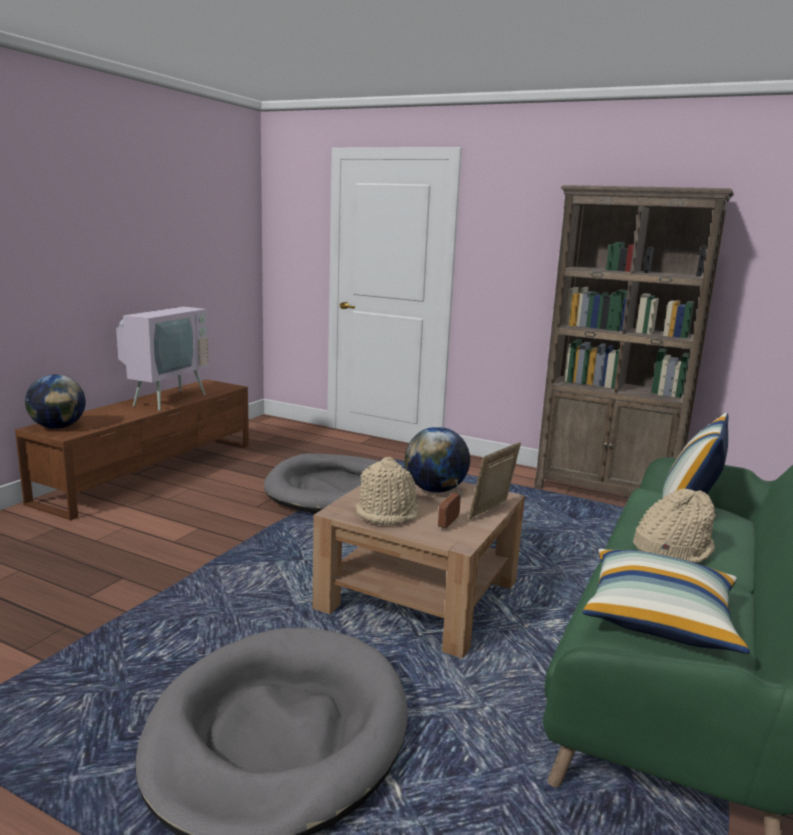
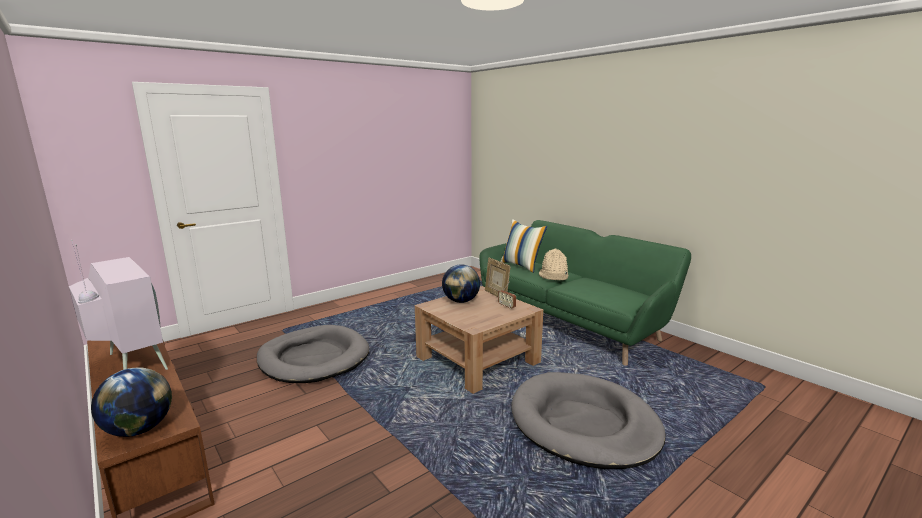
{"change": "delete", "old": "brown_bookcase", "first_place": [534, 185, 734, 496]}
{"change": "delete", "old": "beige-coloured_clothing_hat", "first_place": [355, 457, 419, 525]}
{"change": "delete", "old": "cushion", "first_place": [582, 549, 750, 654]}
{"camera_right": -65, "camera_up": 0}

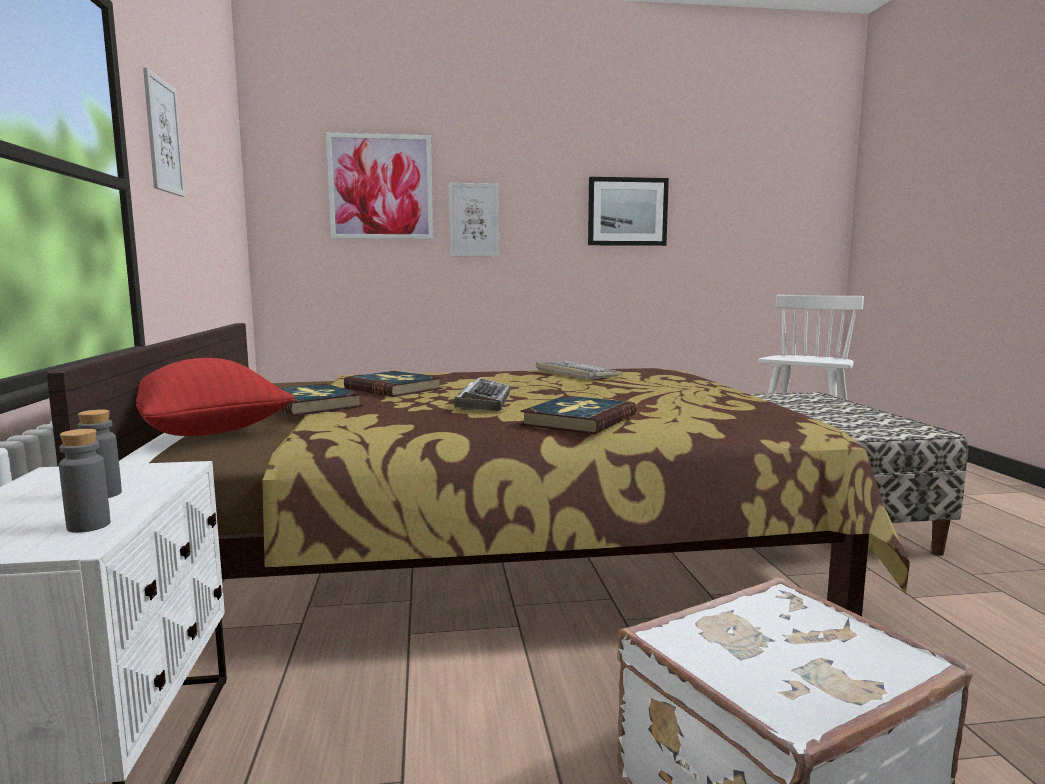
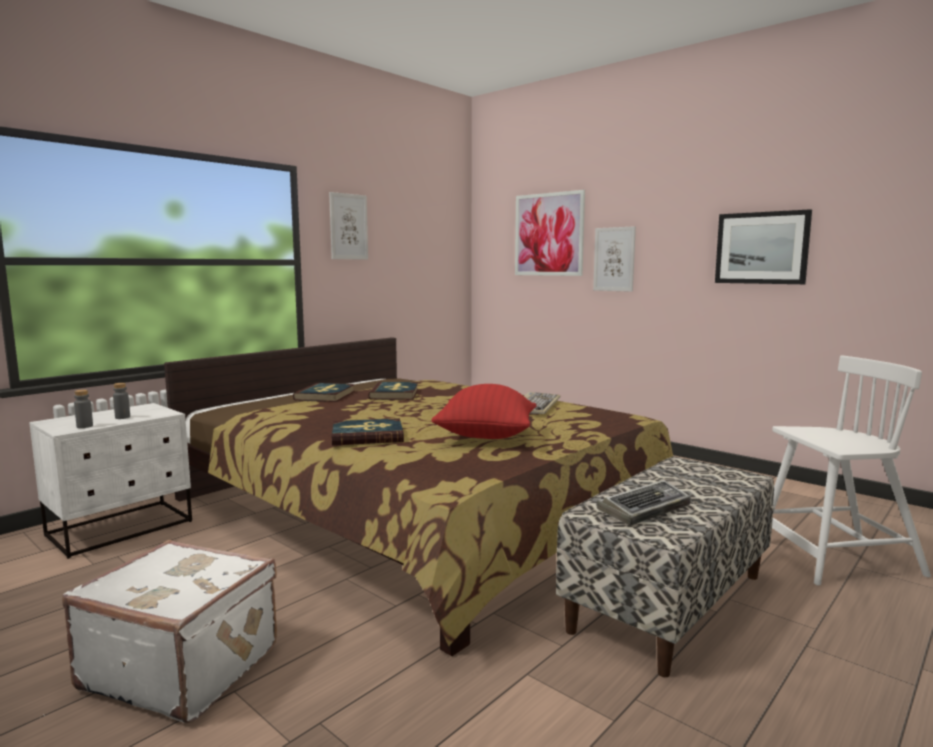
{"change": "move", "old": "red_cushion", "first_place": [136, 358, 295, 436], "second_place": [431, 384, 537, 439]}
{"change": "move", "old": "PC_keyboard", "first_place": [454, 378, 511, 411], "second_place": [596, 480, 691, 526]}
{"camera_right": 50, "camera_up": 0}

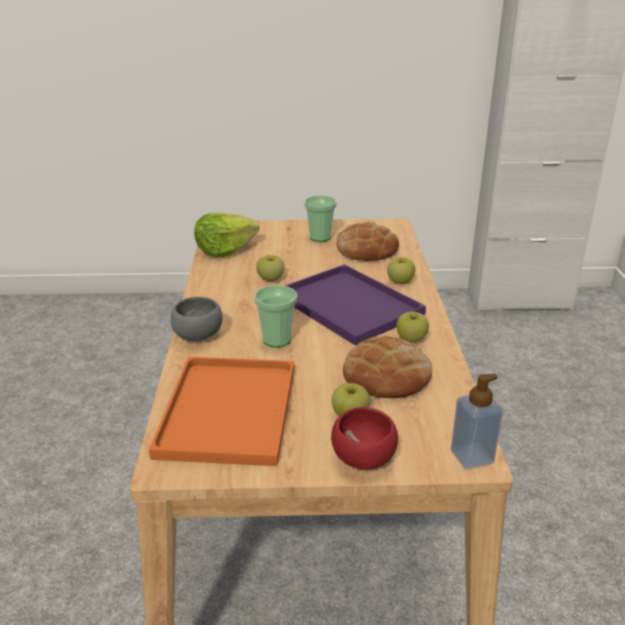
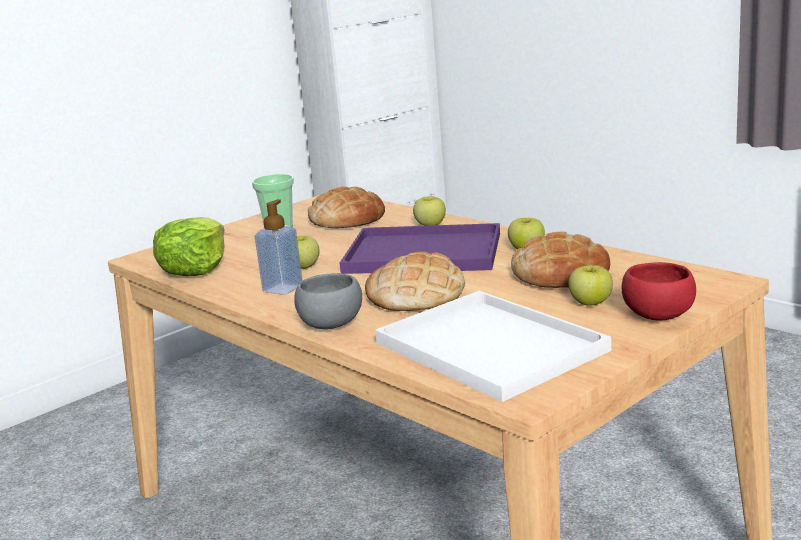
{"change": "replace", "old": "drinking_cup", "new": "bakery_bread", "first_place": [254, 285, 297, 348], "second_place": [365, 251, 465, 311]}
{"change": "recolor", "old": "orangey_tray", "new": "whitish_tray", "first_place": [149, 357, 294, 466], "second_place": [375, 291, 611, 402]}
{"change": "move", "old": "liquid_soap_bottle", "first_place": [451, 374, 503, 469], "second_place": [255, 199, 303, 295]}
{"camera_right": -40, "camera_up": -10}

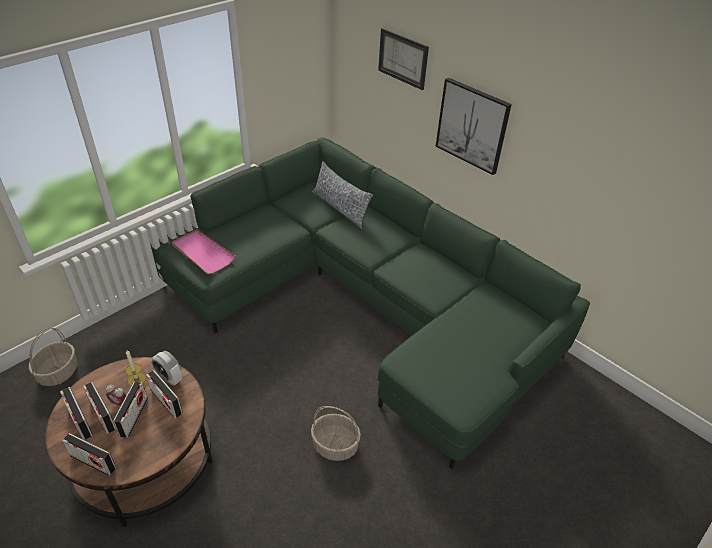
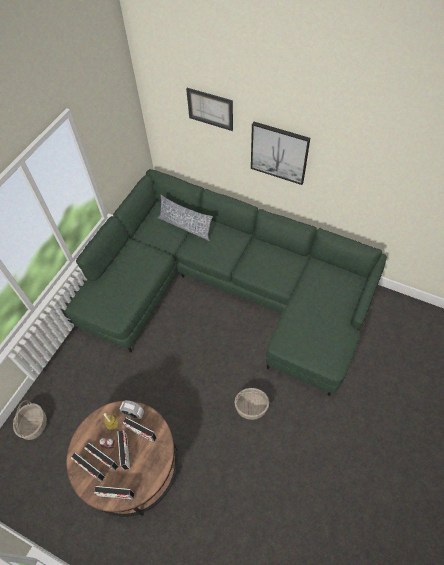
{"change": "delete", "old": "pink-coloured_tray", "first_place": [172, 229, 236, 274]}
{"camera_right": -15, "camera_up": 15}

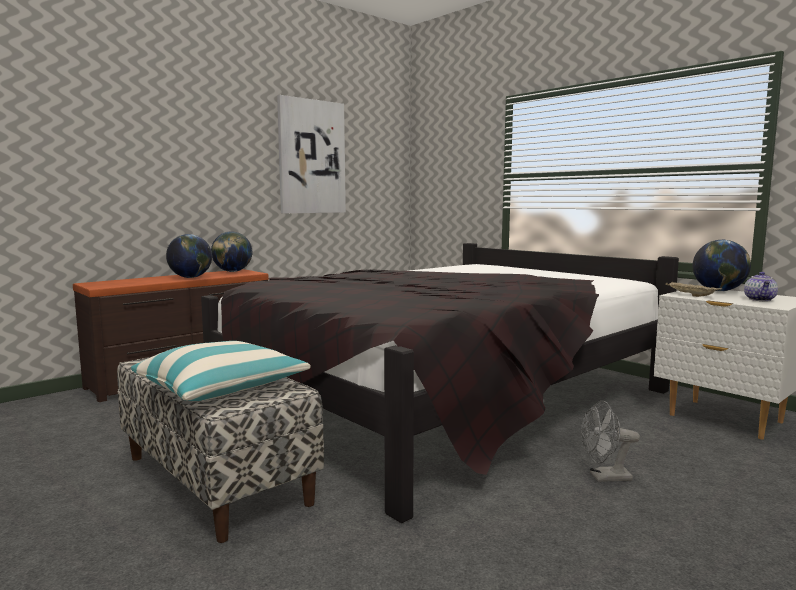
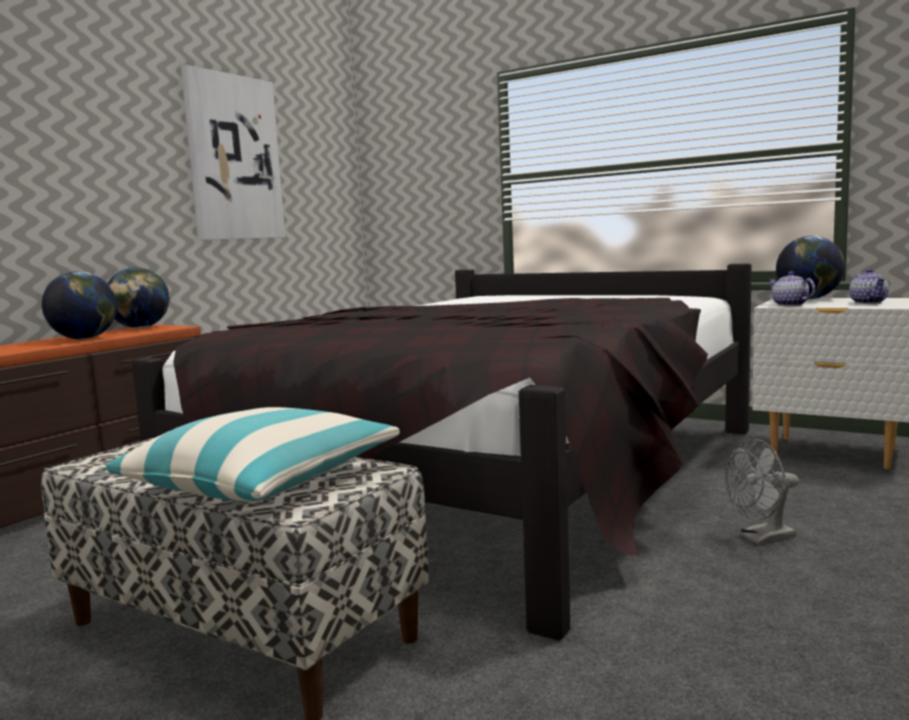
{"change": "replace", "old": "beige-coloured_tray", "new": "tea_pot", "first_place": [665, 282, 722, 297], "second_place": [768, 271, 815, 306]}
{"camera_right": -15, "camera_up": 0}

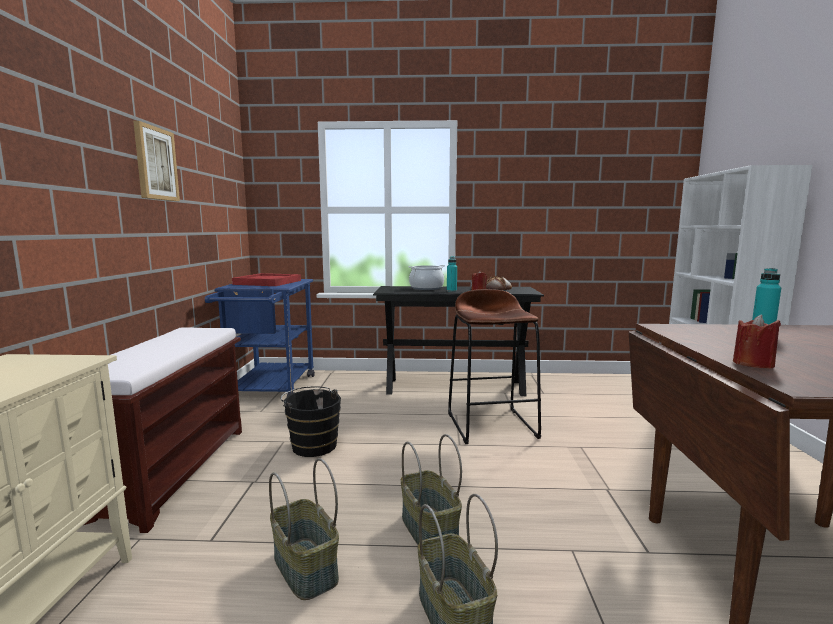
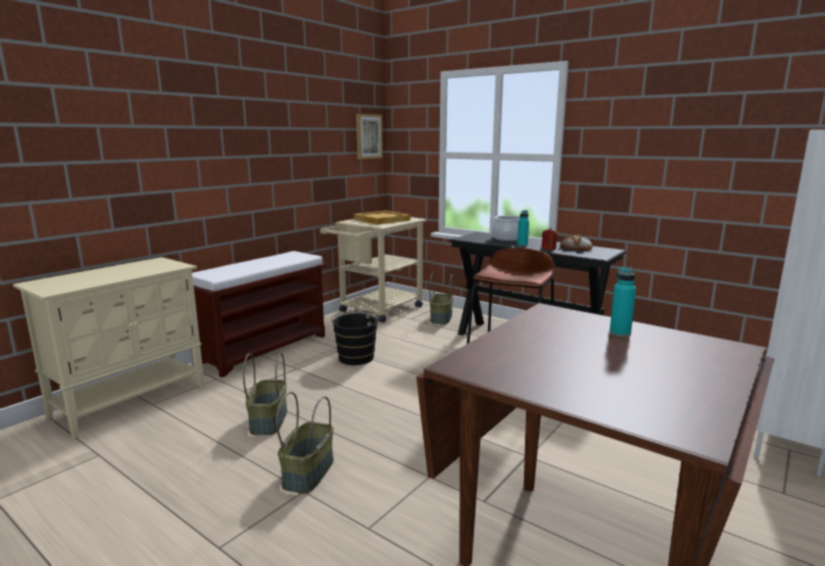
{"change": "move", "old": "wall_picture", "first_place": [133, 121, 180, 201], "second_place": [356, 114, 383, 159]}
{"change": "recolor", "old": "red_tray", "new": "beige-coloured_tray", "first_place": [232, 273, 301, 286], "second_place": [354, 211, 410, 225]}
{"change": "recolor", "old": "blue_wheeled_cart", "new": "beige-coloured_wheeled_cart", "first_place": [205, 279, 315, 396], "second_place": [320, 217, 426, 323]}
{"change": "delete", "old": "red_candle", "first_place": [733, 314, 781, 369]}
{"change": "move", "old": "basket", "first_place": [401, 434, 462, 545], "second_place": [429, 273, 453, 324]}
{"camera_right": 35, "camera_up": 5}

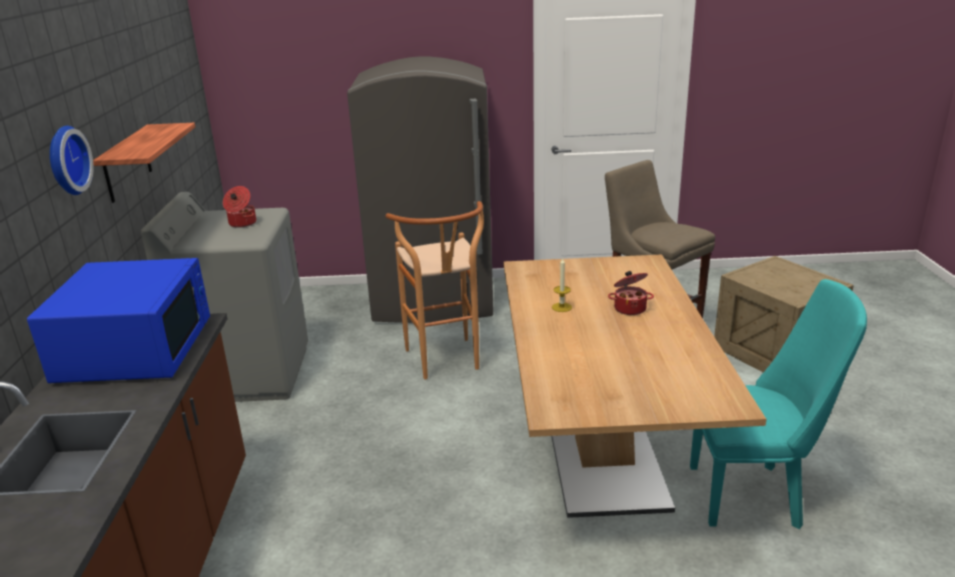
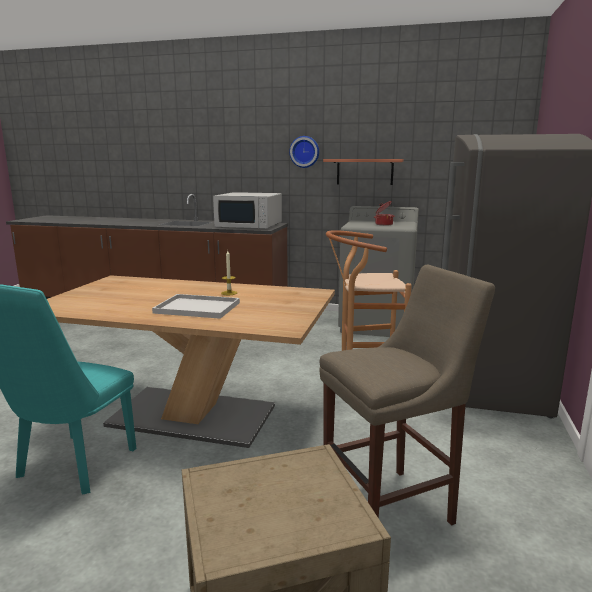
{"change": "recolor", "old": "blue_microwave", "new": "whitish_microwave", "first_place": [27, 258, 210, 383], "second_place": [213, 192, 282, 229]}
{"change": "replace", "old": "stockpot", "new": "whitish_tray", "first_place": [608, 271, 654, 315], "second_place": [152, 294, 240, 319]}
{"camera_right": 105, "camera_up": -10}

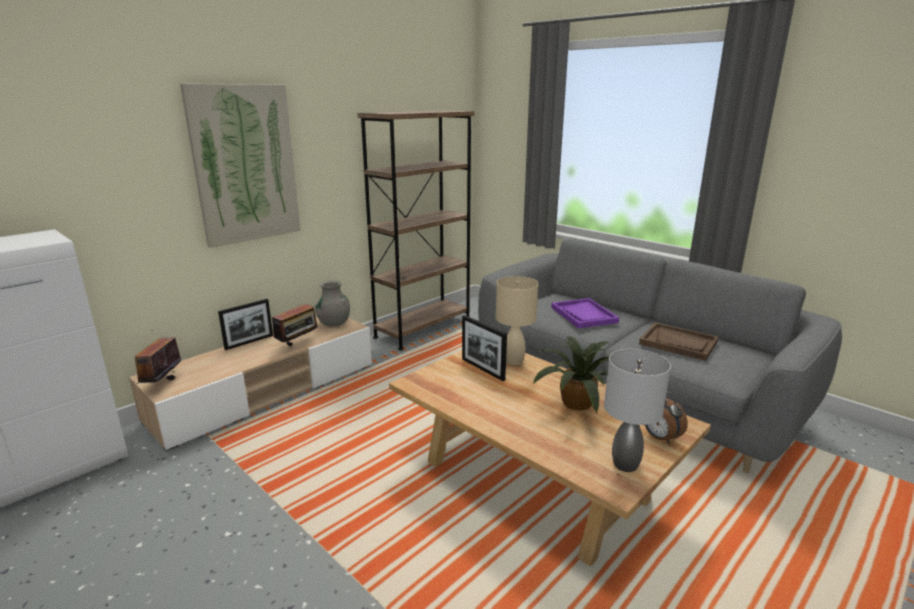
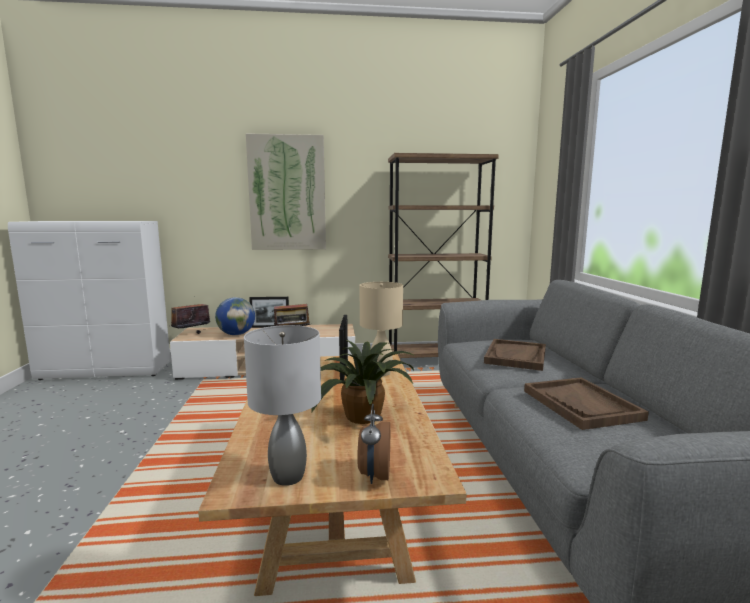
{"change": "delete", "old": "greyish_flower_vase", "first_place": [315, 280, 350, 327]}
{"change": "recolor", "old": "purplish_tray", "new": "brown_tray", "first_place": [551, 298, 619, 328], "second_place": [484, 339, 546, 371]}
{"change": "insert", "new": "desk_globe", "second_place": [215, 297, 255, 335]}
{"camera_right": 40, "camera_up": -10}

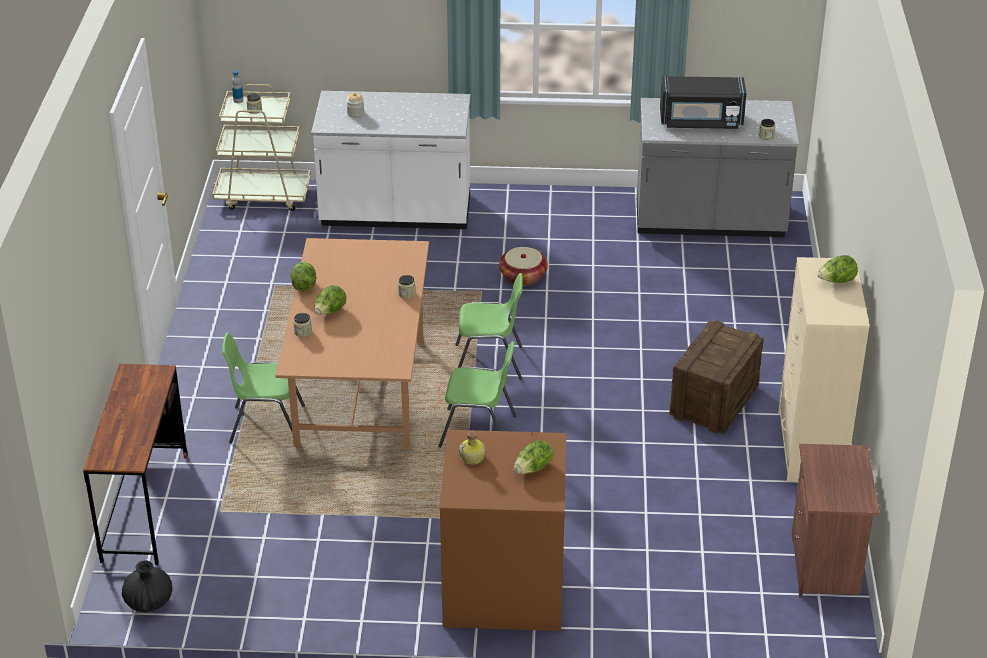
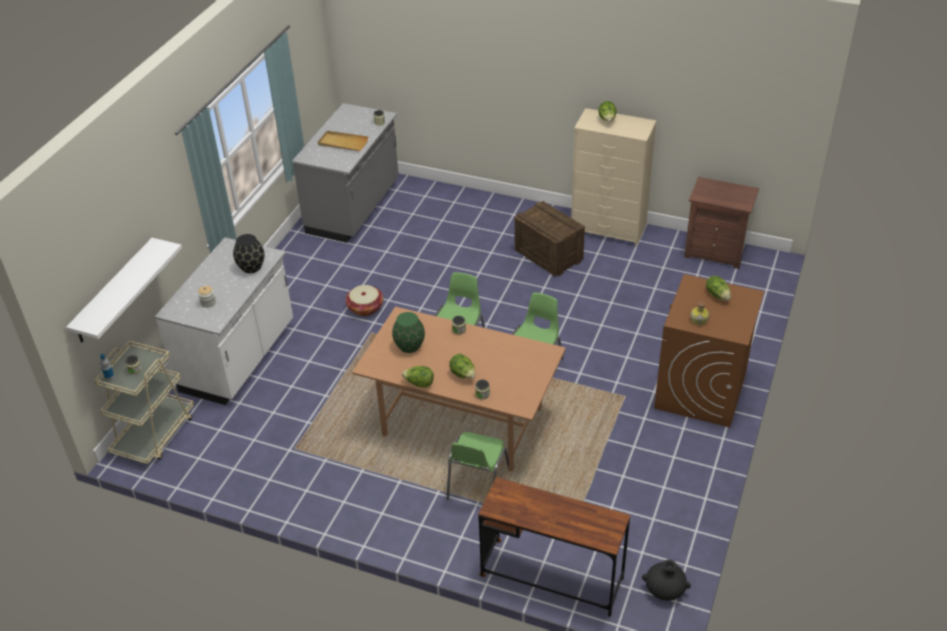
{"change": "replace", "old": "black-coloured_microwave", "new": "beige-coloured_tray", "first_place": [660, 76, 746, 129], "second_place": [318, 131, 368, 151]}
{"change": "insert", "new": "black-coloured_flower_vase", "second_place": [233, 234, 265, 273]}
{"change": "insert", "new": "whitish_wall_shelf", "second_place": [66, 238, 182, 343]}
{"change": "insert", "new": "green-coloured_flower_vase", "second_place": [392, 312, 425, 353]}
{"camera_right": -70, "camera_up": 5}

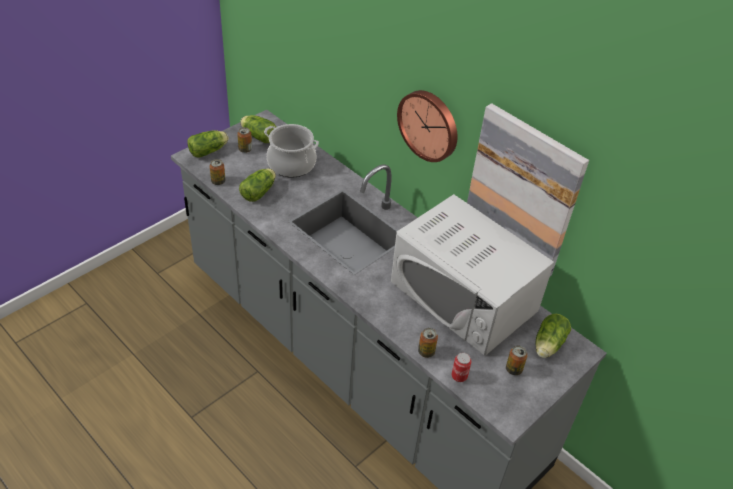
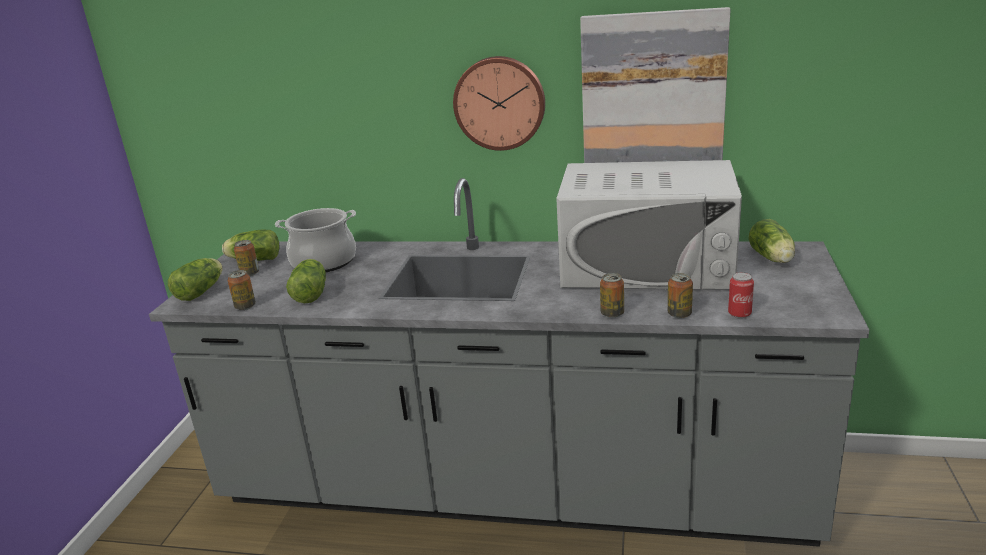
{"change": "move", "old": "sealed_can", "first_place": [506, 345, 528, 375], "second_place": [600, 273, 624, 318]}
{"camera_right": -30, "camera_up": -20}

